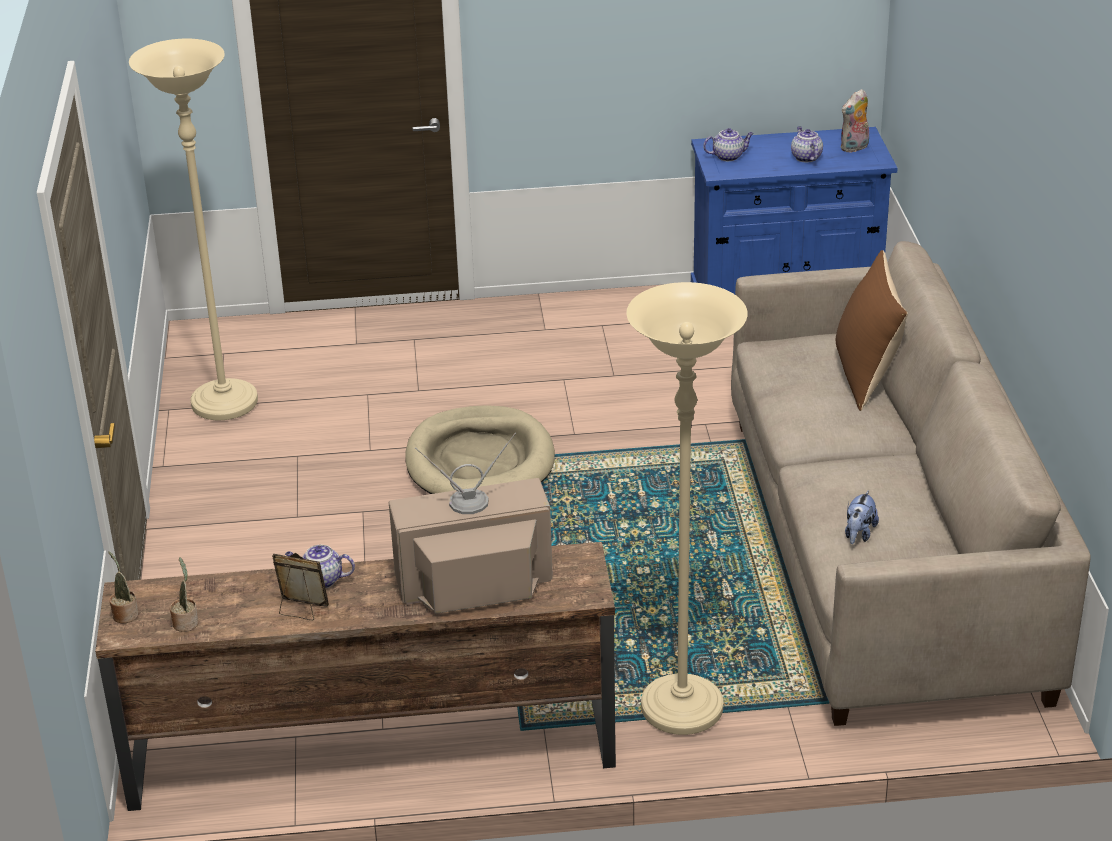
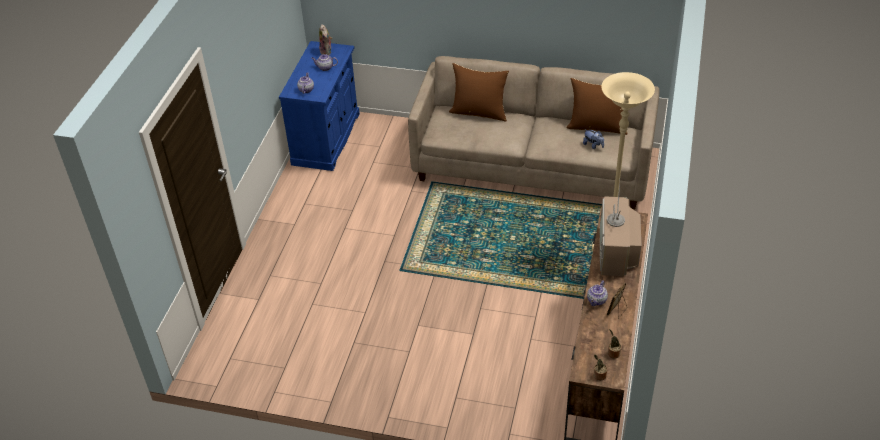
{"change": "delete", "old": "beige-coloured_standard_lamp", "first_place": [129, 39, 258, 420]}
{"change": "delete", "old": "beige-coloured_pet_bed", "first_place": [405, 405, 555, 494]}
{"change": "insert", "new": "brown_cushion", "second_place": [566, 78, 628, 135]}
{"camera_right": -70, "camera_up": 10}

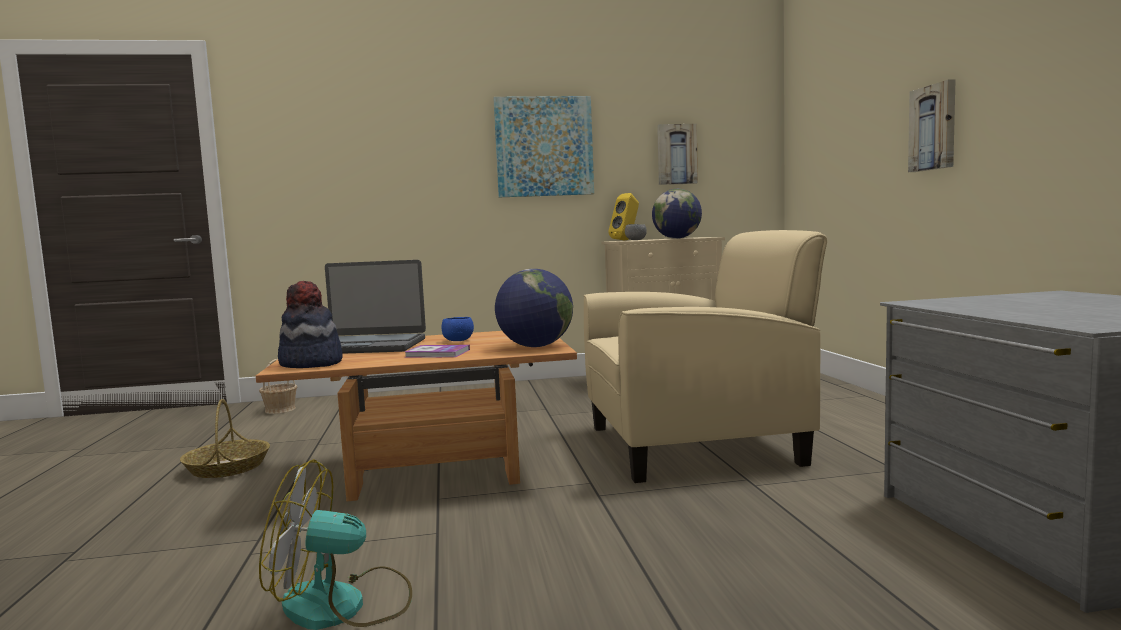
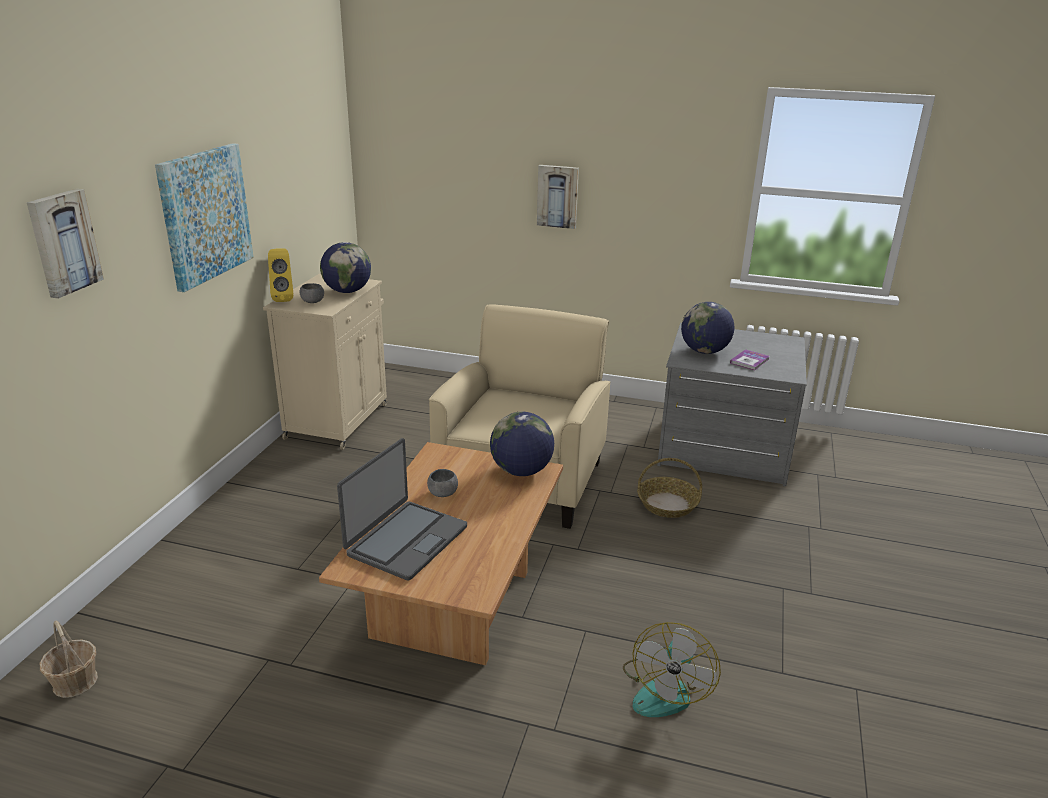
{"change": "move", "old": "wall_picture", "first_place": [657, 124, 698, 185], "second_place": [27, 189, 104, 299]}
{"change": "delete", "old": "clothing_hat", "first_place": [278, 281, 343, 368]}
{"change": "recolor", "old": "blue_serving_bowl", "new": "greyish_serving_bowl", "first_place": [441, 317, 474, 341], "second_place": [427, 469, 458, 497]}
{"change": "move", "old": "book", "first_place": [405, 345, 470, 357], "second_place": [730, 349, 769, 370]}
{"change": "move", "old": "basket", "first_place": [180, 399, 270, 478], "second_place": [637, 458, 702, 518]}
{"change": "insert", "new": "desk_globe", "second_place": [681, 302, 734, 354]}
{"camera_right": -65, "camera_up": 20}

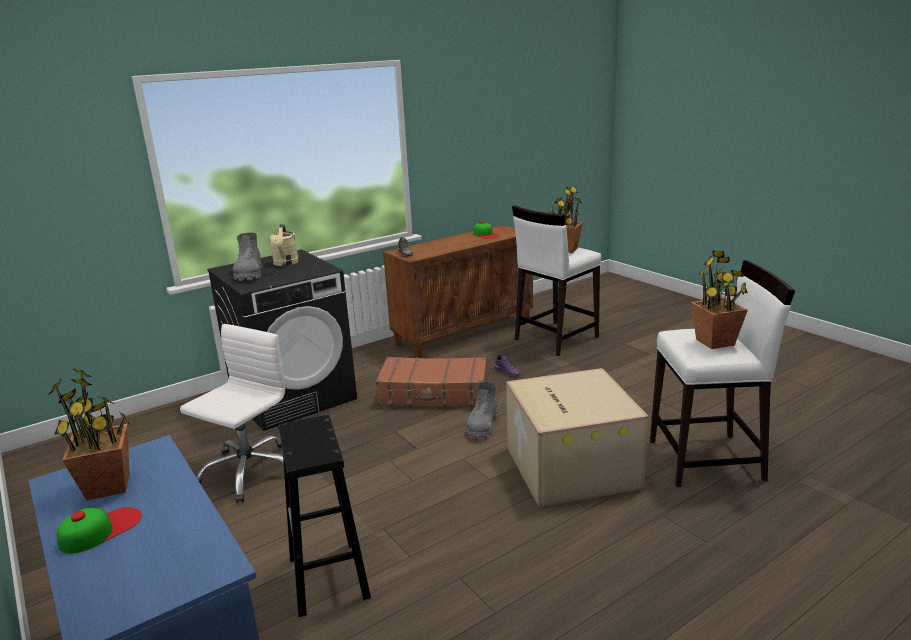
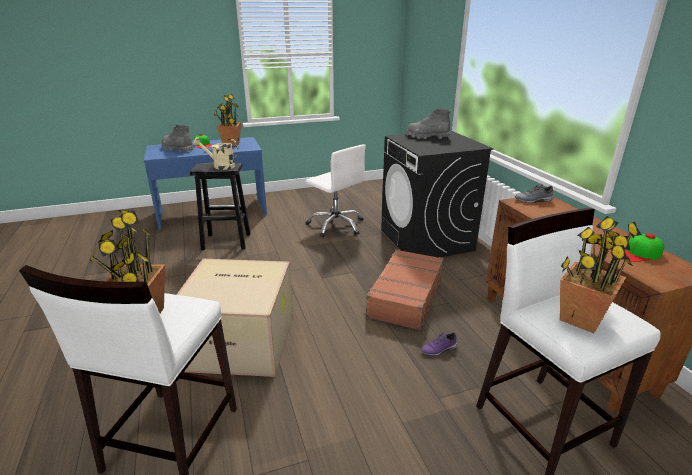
{"change": "move", "old": "beige-coloured_watering_pot", "first_place": [269, 224, 299, 266], "second_place": [193, 137, 238, 170]}
{"change": "move", "old": "greyish_boot", "first_place": [466, 382, 497, 440], "second_place": [162, 125, 194, 152]}
{"camera_right": 105, "camera_up": 5}

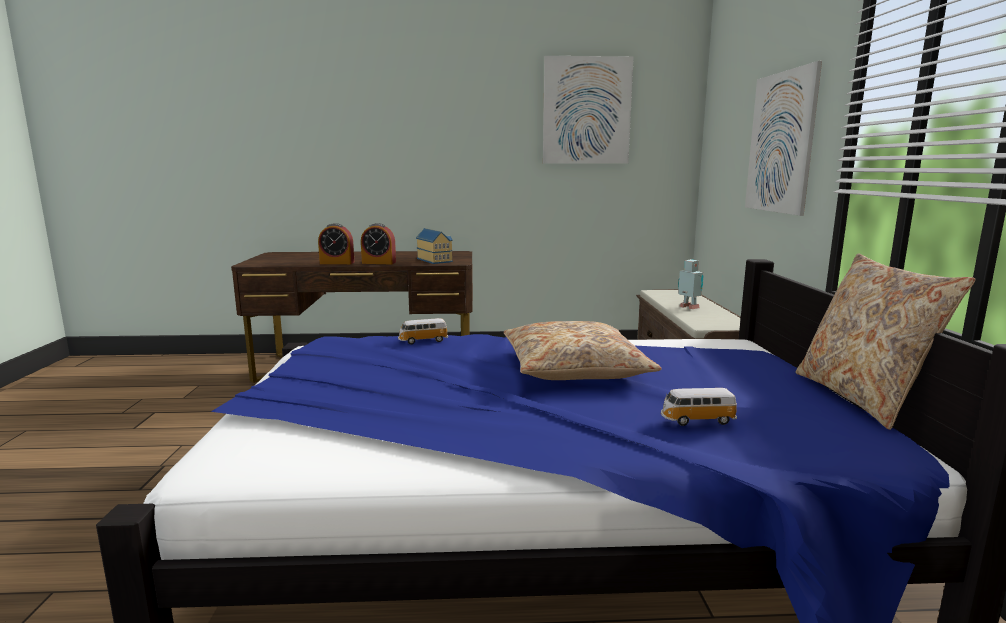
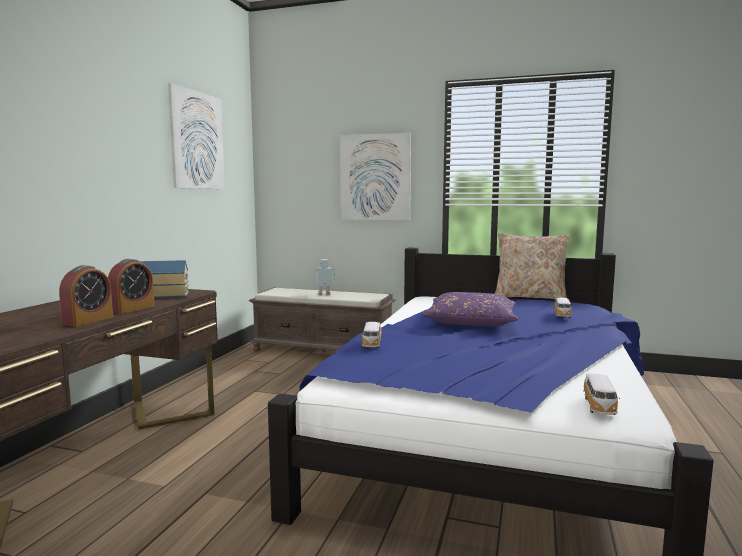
{"change": "recolor", "old": "beige-coloured_cushion", "new": "purplish_cushion", "first_place": [504, 321, 662, 380], "second_place": [422, 292, 518, 326]}
{"change": "insert", "new": "miniature_car", "second_place": [583, 374, 620, 415]}
{"camera_right": -70, "camera_up": -5}

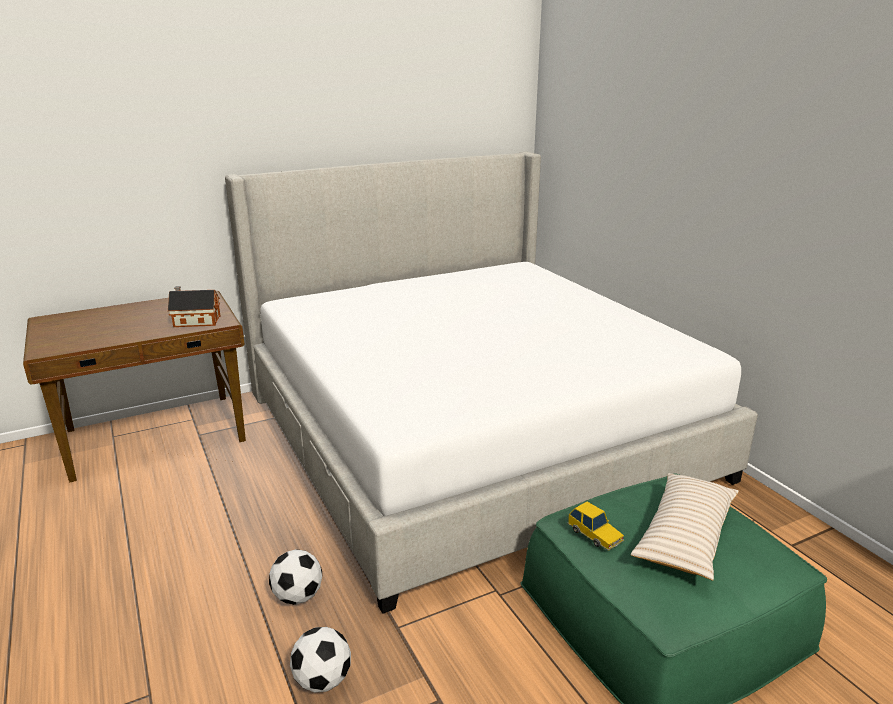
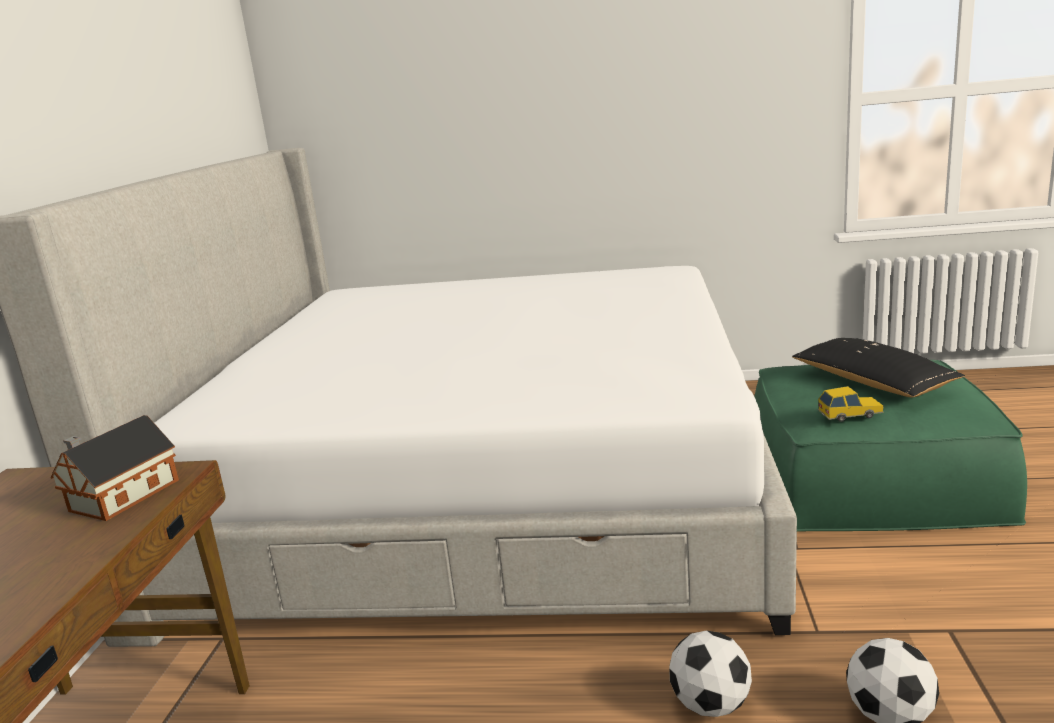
{"change": "recolor", "old": "beige-coloured_cushion", "new": "black-coloured_cushion", "first_place": [631, 473, 739, 581], "second_place": [792, 338, 965, 398]}
{"camera_right": -55, "camera_up": -5}

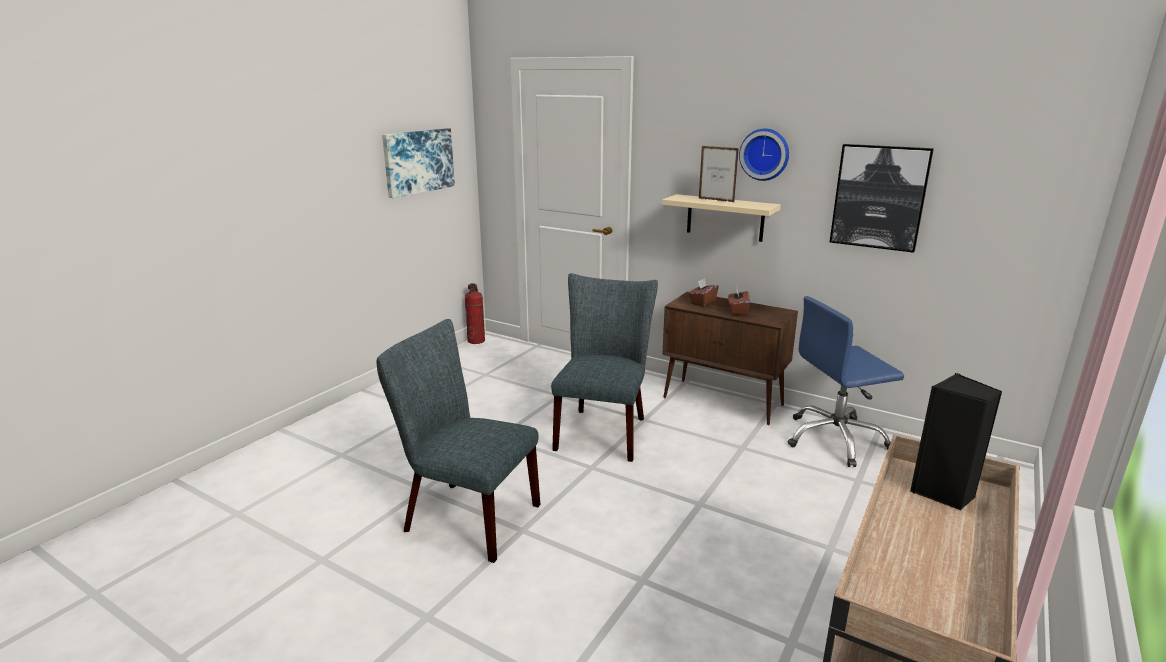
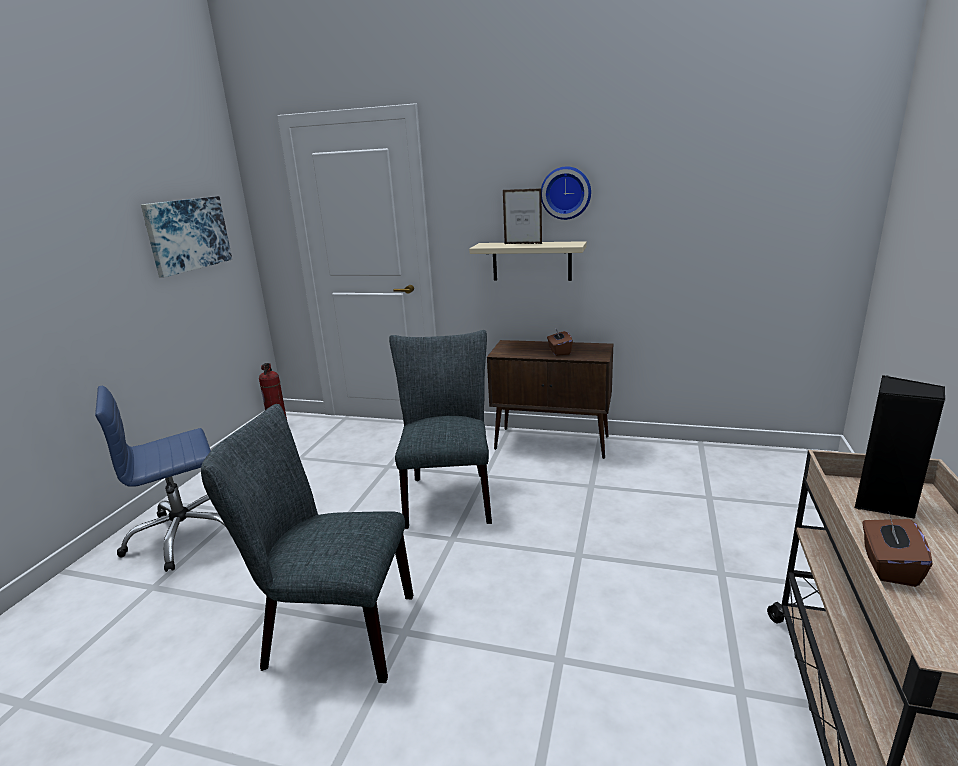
{"change": "delete", "old": "wall_picture", "first_place": [830, 144, 934, 253]}
{"change": "move", "old": "brown_box_of_tissues", "first_place": [688, 278, 719, 306], "second_place": [862, 513, 932, 587]}
{"change": "move", "old": "blue_office_chair", "first_place": [788, 296, 904, 467], "second_place": [95, 386, 226, 572]}
{"camera_right": -15, "camera_up": 0}

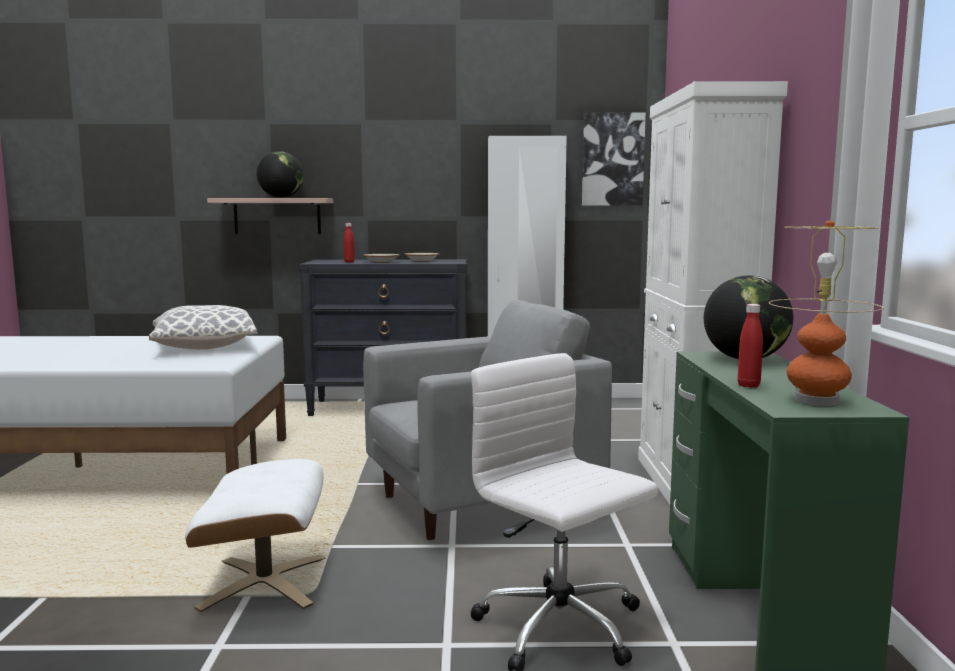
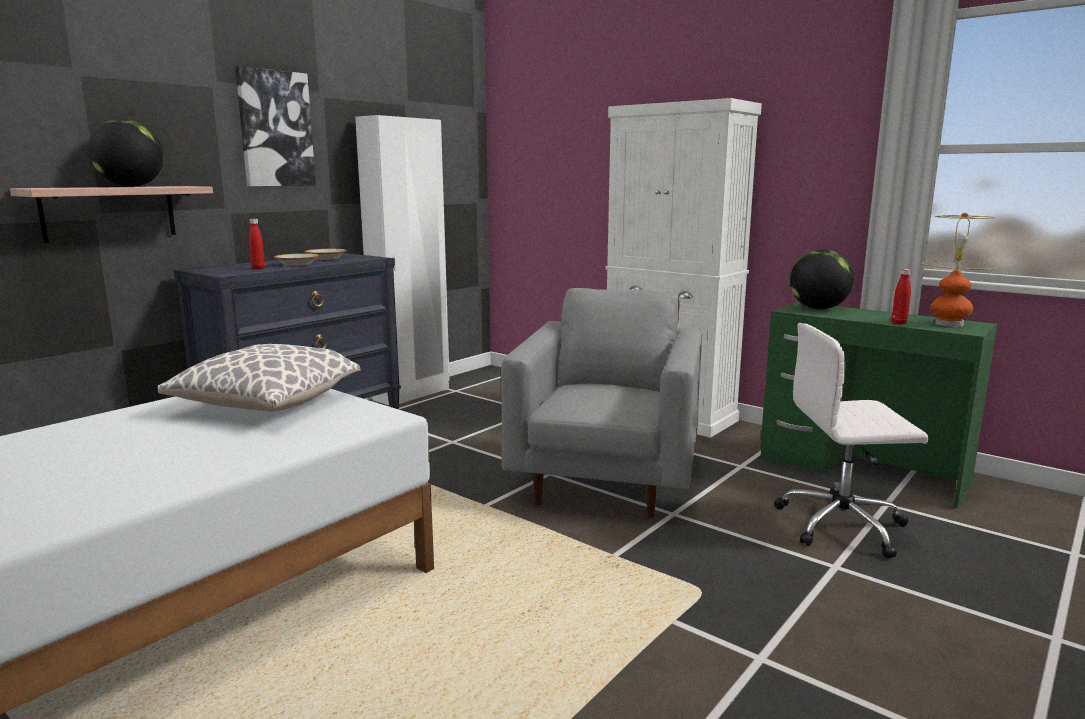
{"change": "move", "old": "wall_picture", "first_place": [582, 112, 646, 206], "second_place": [235, 66, 316, 186]}
{"change": "delete", "old": "whitish_footrest", "first_place": [185, 459, 326, 613]}
{"camera_right": -50, "camera_up": 5}

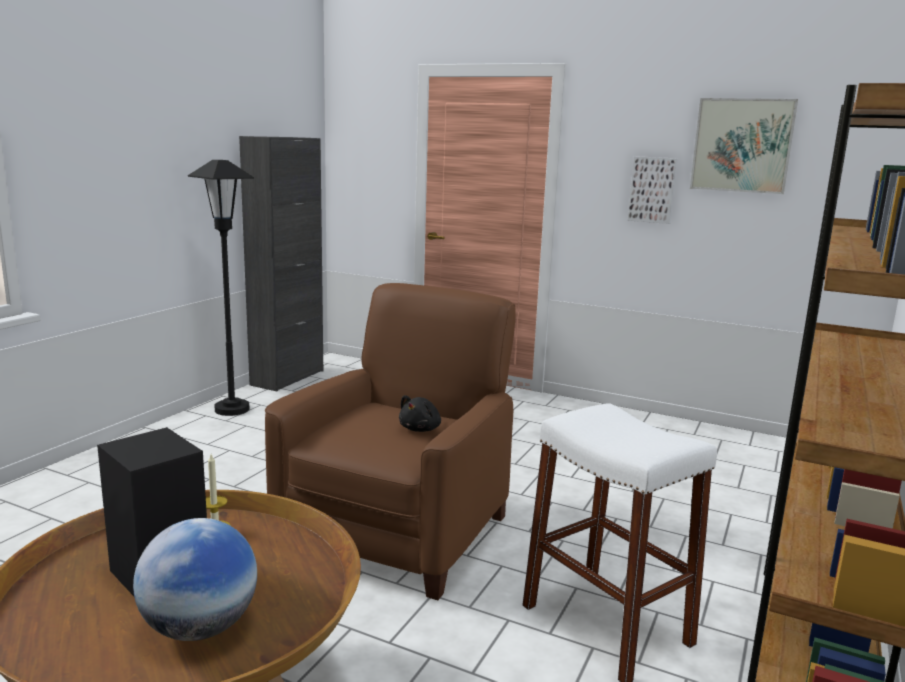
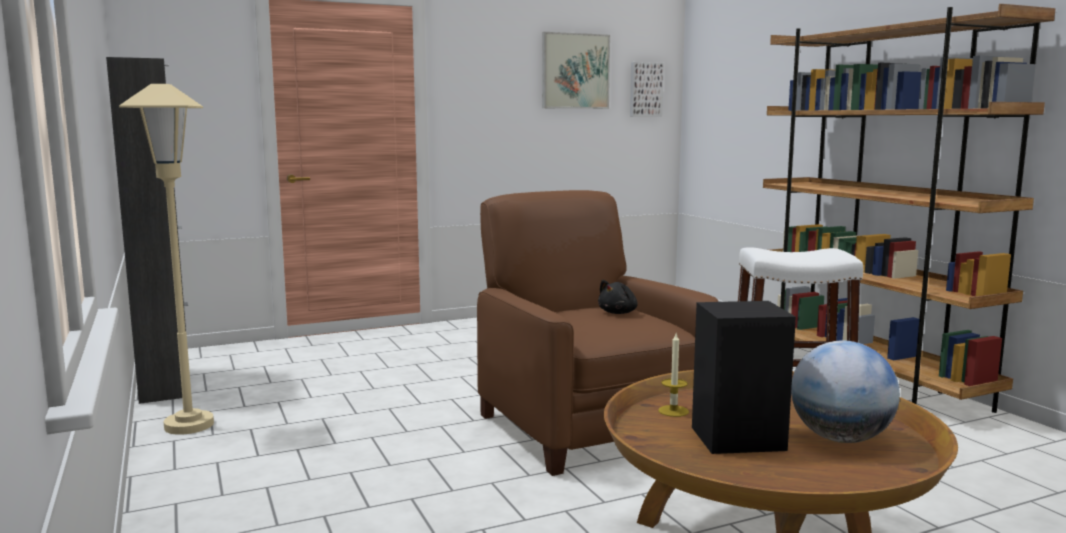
{"change": "move", "old": "wall_picture", "first_place": [627, 156, 678, 224], "second_place": [630, 62, 664, 116]}
{"change": "recolor", "old": "black-coloured_standard_lamp", "new": "beige-coloured_standard_lamp", "first_place": [188, 160, 254, 416], "second_place": [119, 84, 214, 435]}
{"change": "rotate", "old": "black-coloured_cuddly_toy", "first_place": [399, 395, 441, 432], "second_place": [598, 280, 638, 314], "degrees": 60}
{"camera_right": -50, "camera_up": -5}

